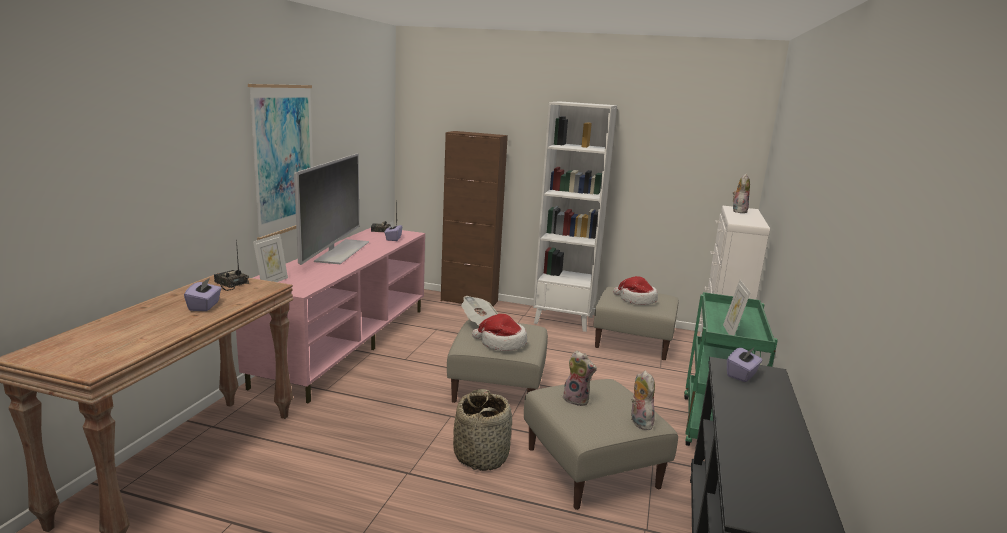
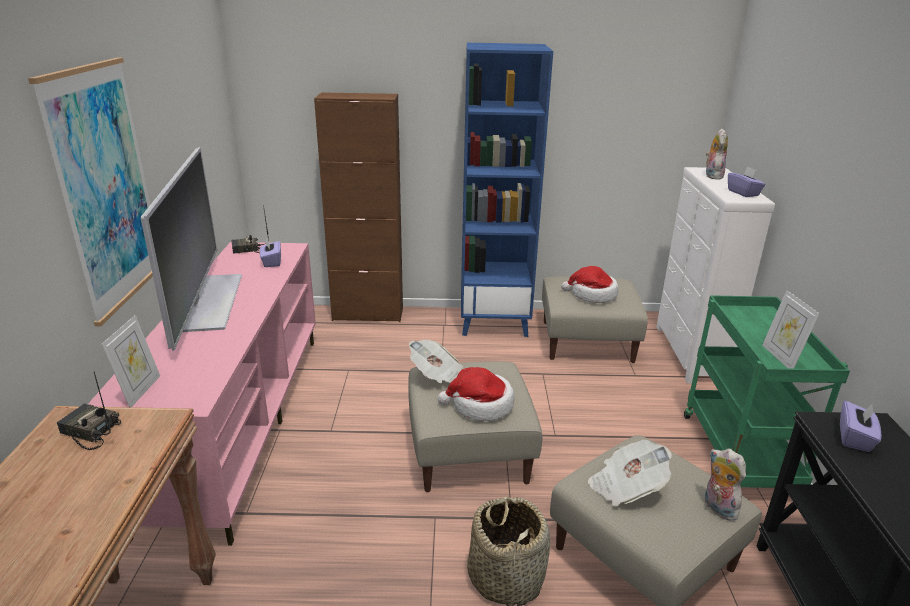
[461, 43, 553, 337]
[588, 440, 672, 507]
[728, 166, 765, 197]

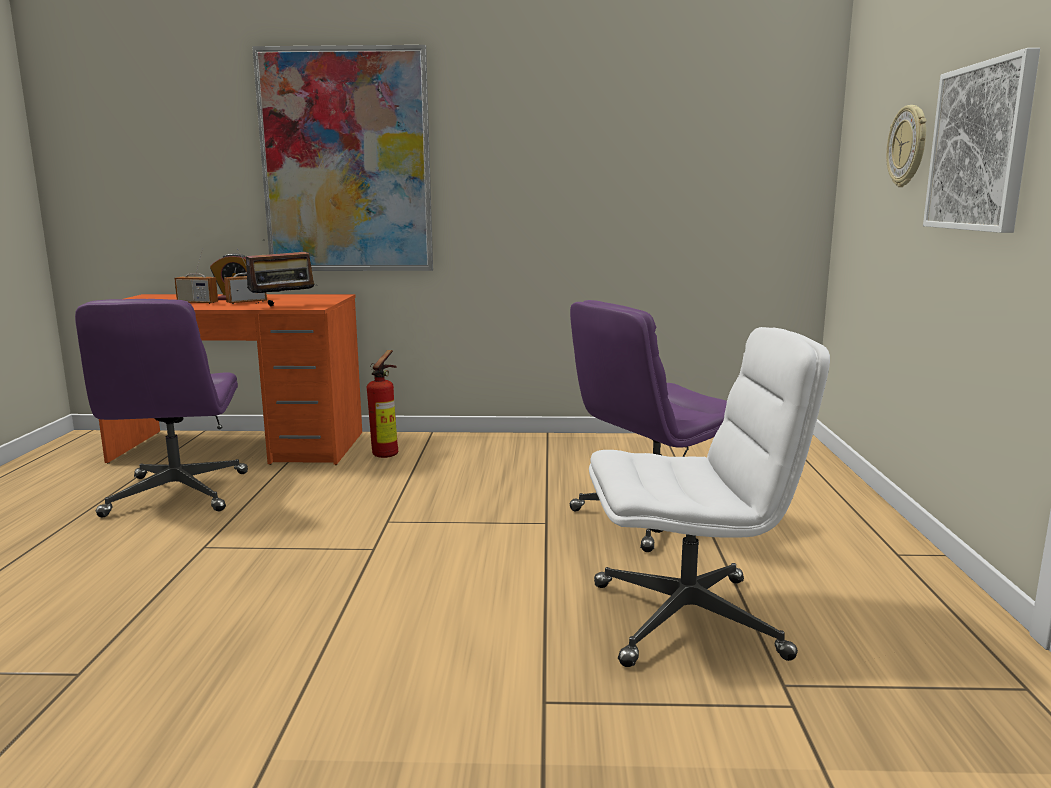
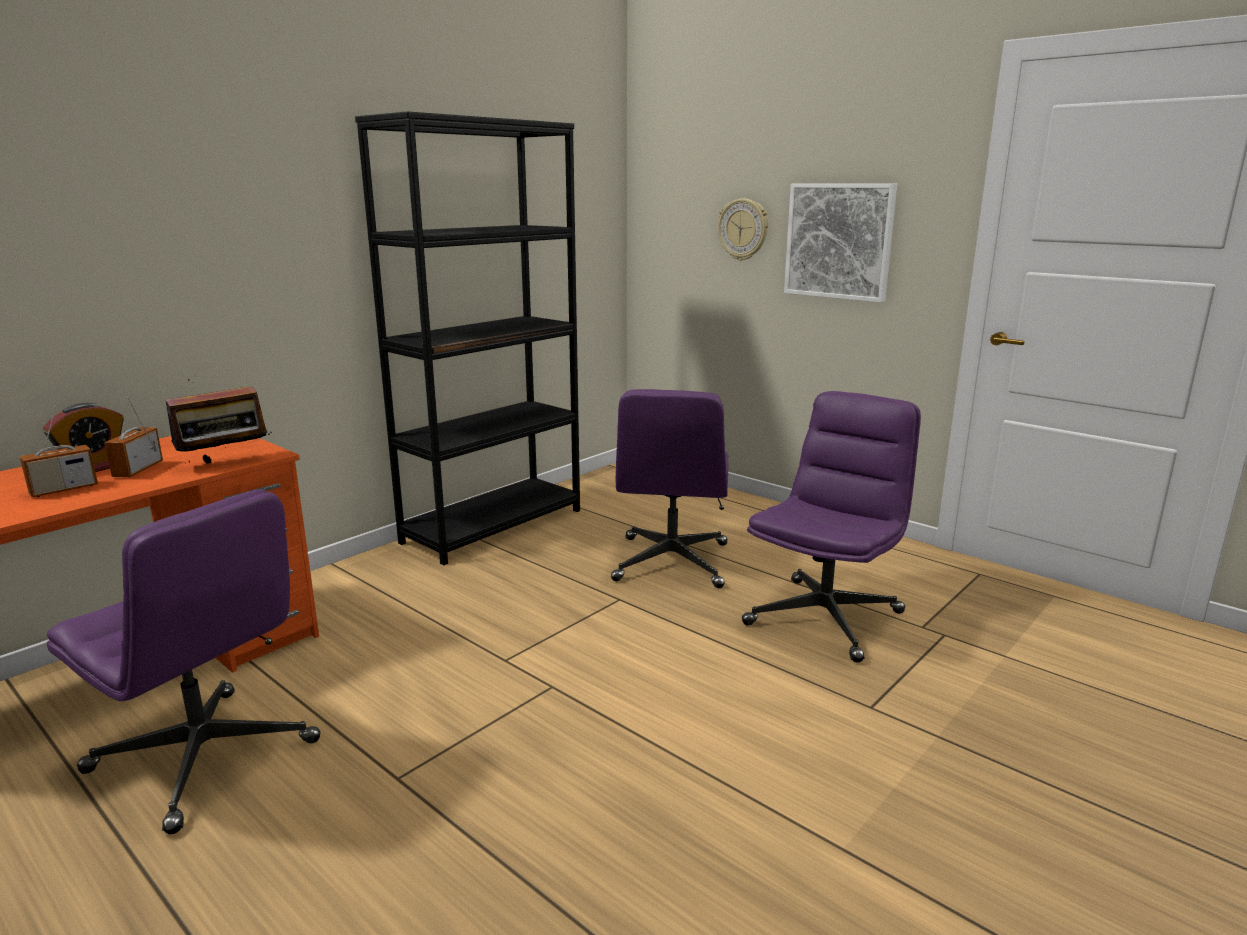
[158, 379, 272, 464]
[355, 111, 580, 565]
[742, 391, 921, 663]
[252, 45, 433, 271] (first image)
[367, 350, 398, 458] (first image)

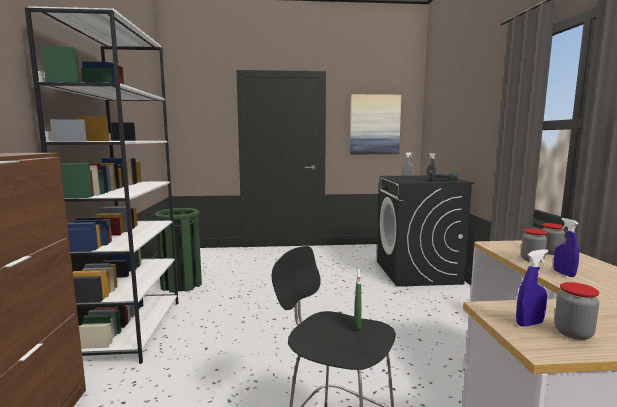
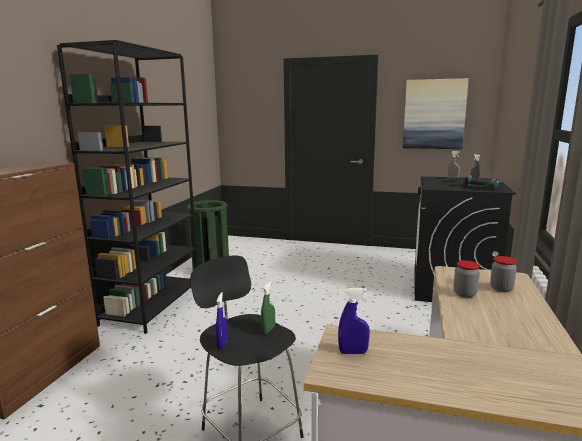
[57, 40, 198, 334]
[216, 292, 228, 349]
[554, 282, 599, 340] (first image)

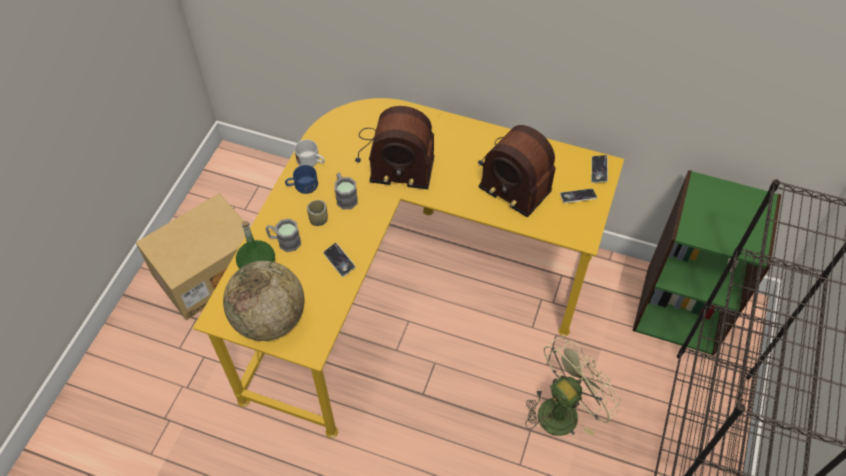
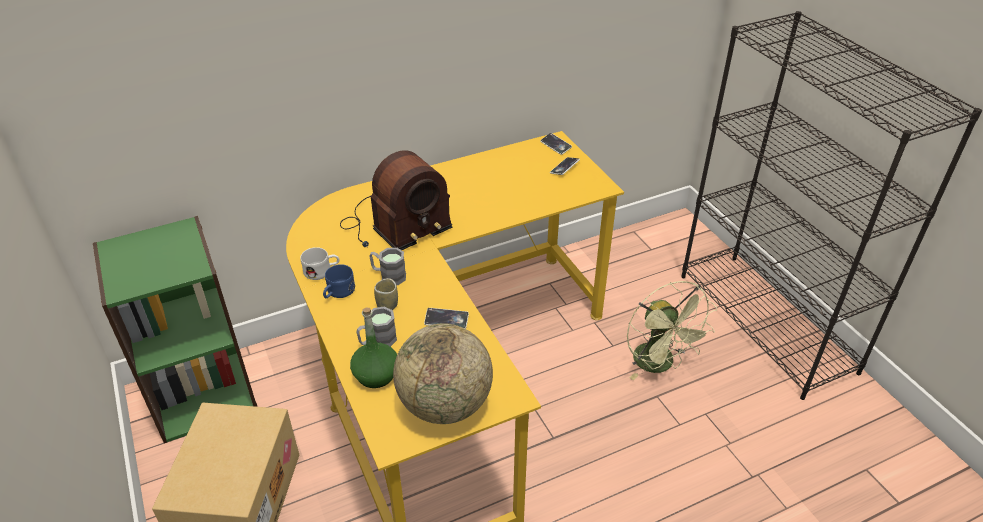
[93, 216, 257, 443]
[627, 281, 717, 380]
[478, 125, 556, 218] (first image)

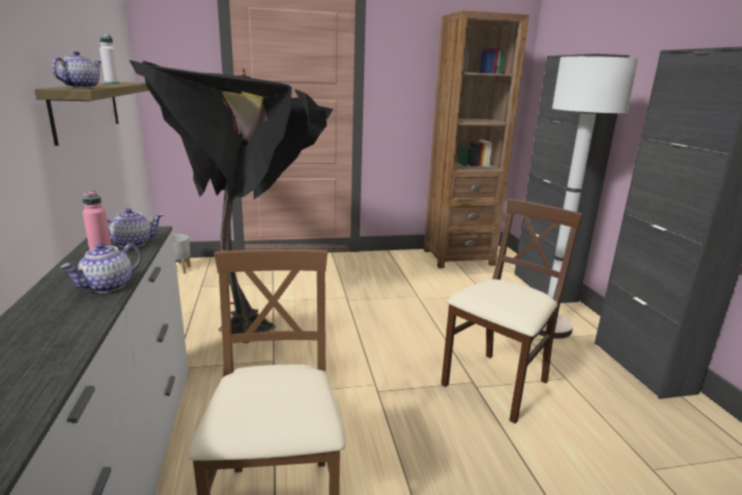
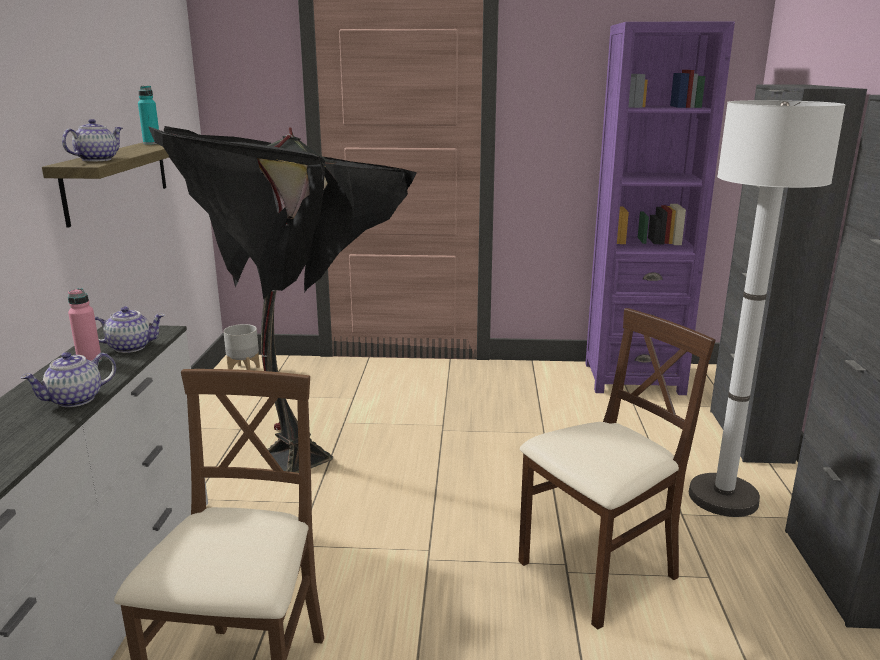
[138, 86, 159, 145]
[585, 21, 735, 395]

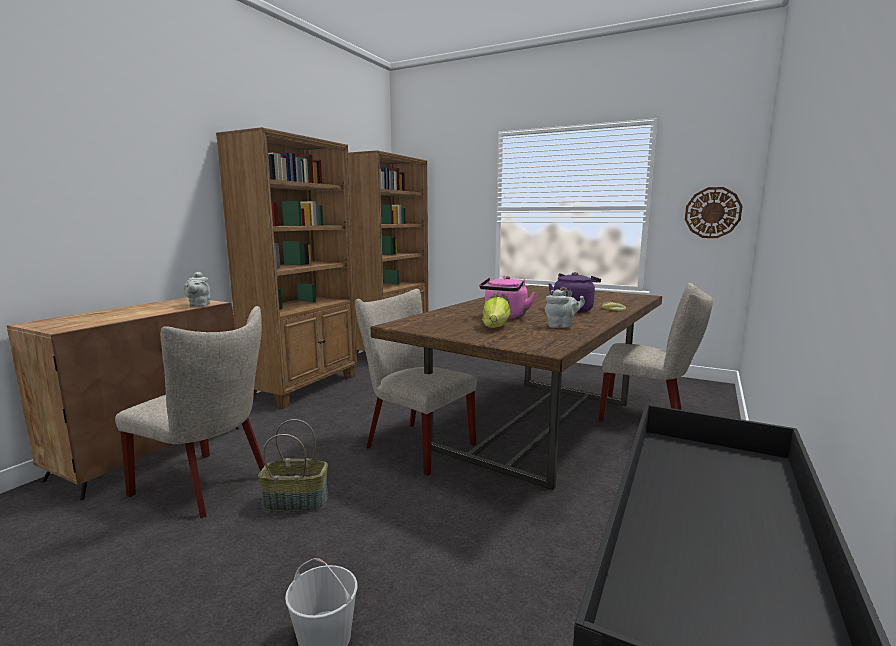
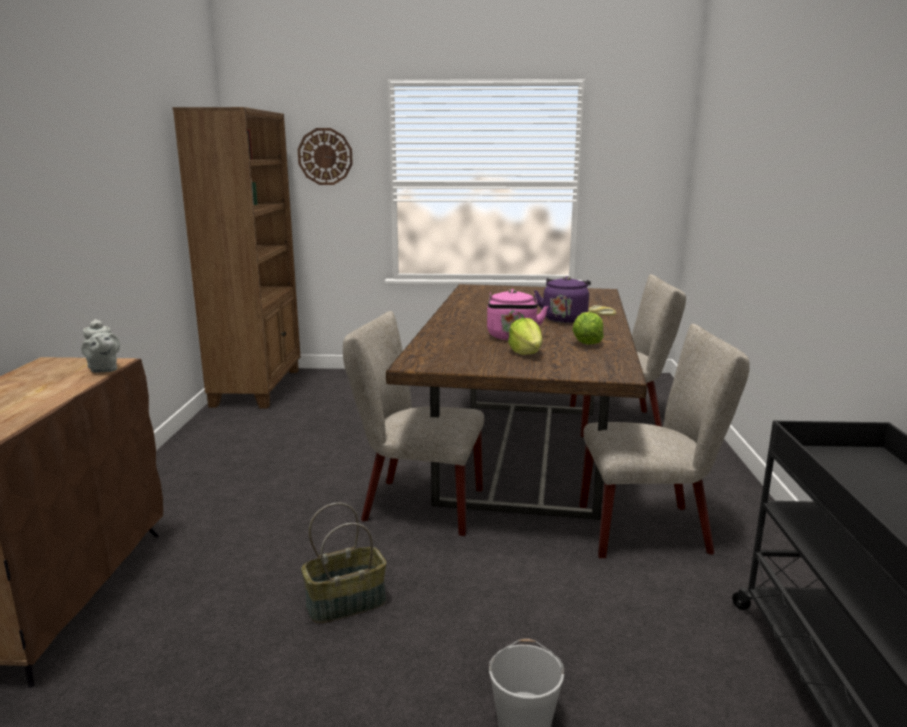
[298, 128, 353, 185]
[572, 312, 604, 345]
[579, 324, 750, 558]
[216, 127, 357, 409] (first image)

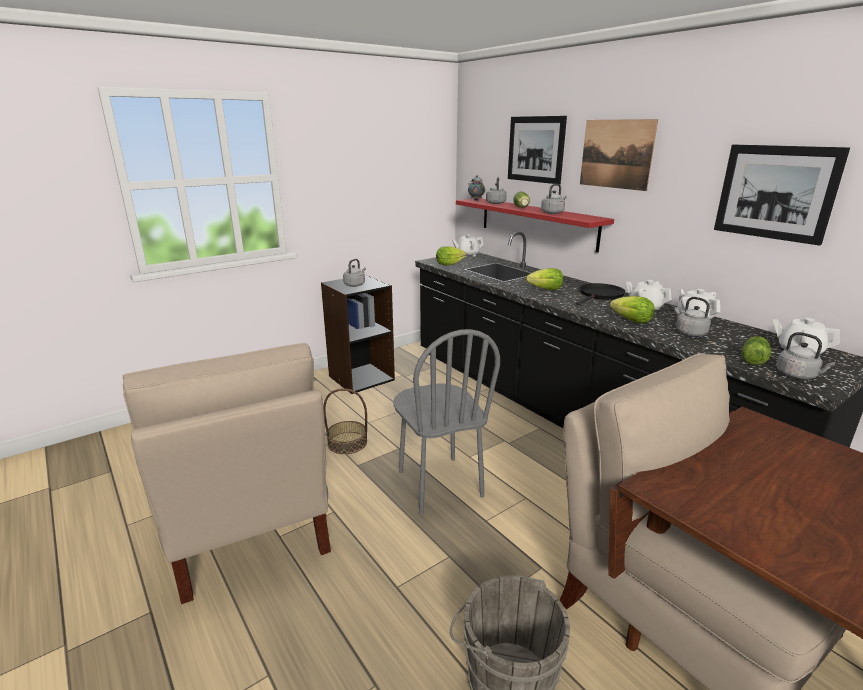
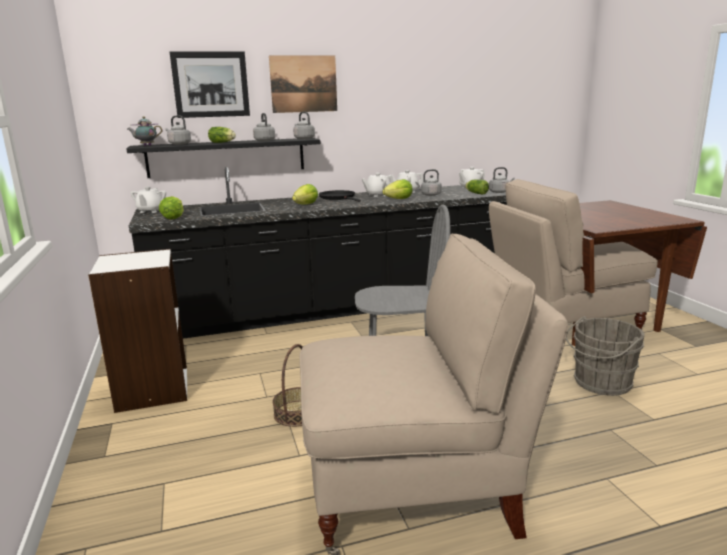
[88, 249, 187, 413]
[126, 138, 320, 178]
[293, 112, 315, 139]
[714, 145, 850, 246] (first image)

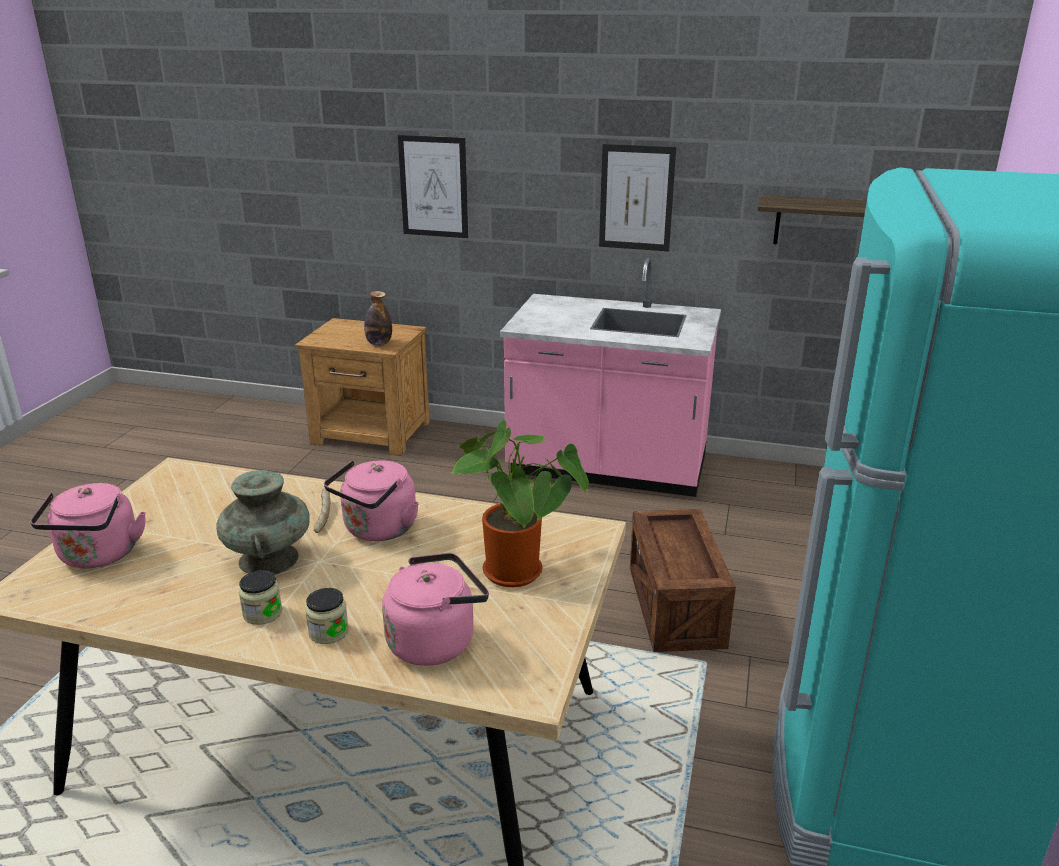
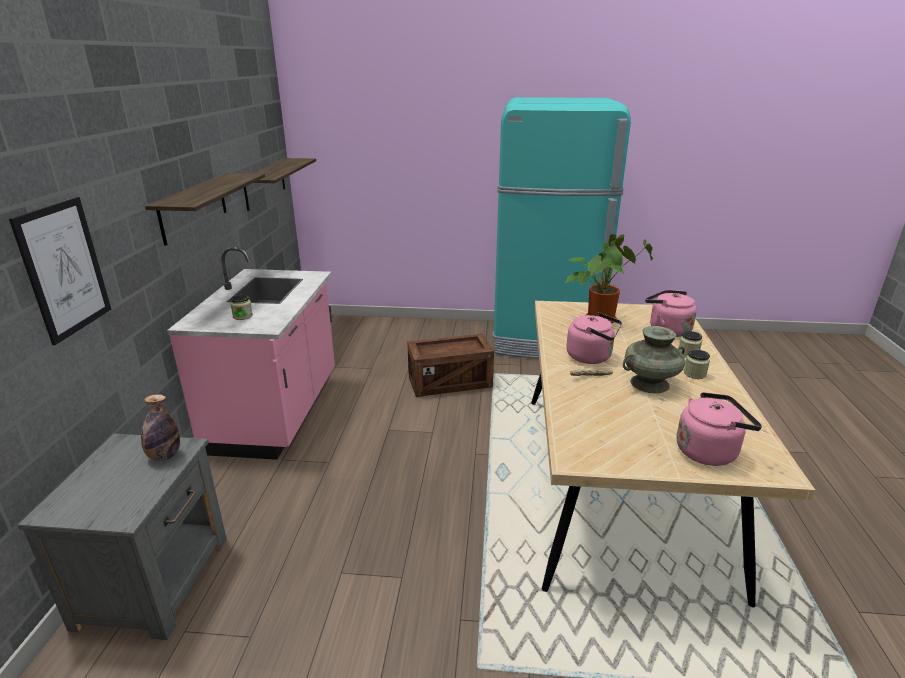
[18, 434, 227, 640]
[145, 173, 265, 246]
[230, 295, 253, 320]

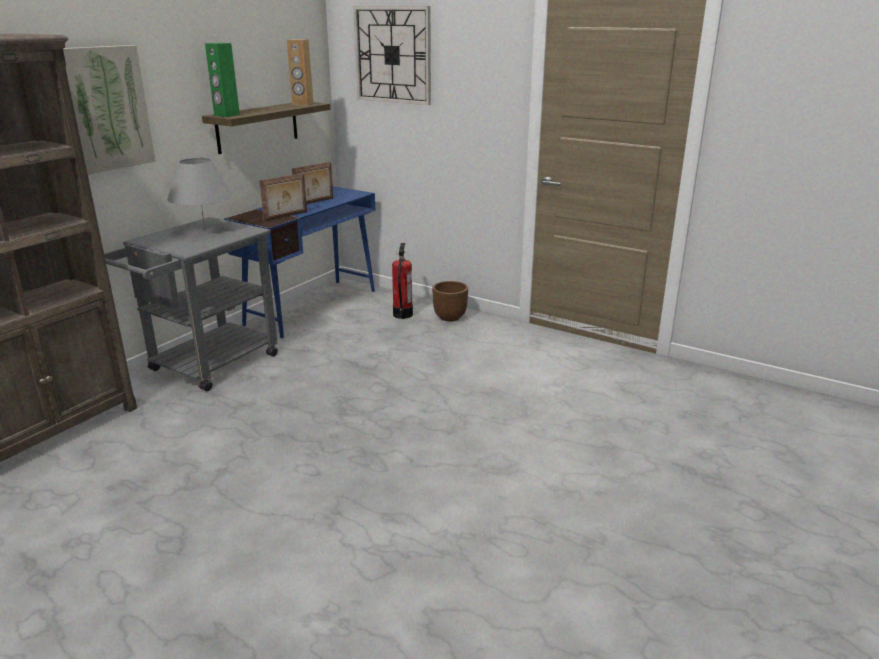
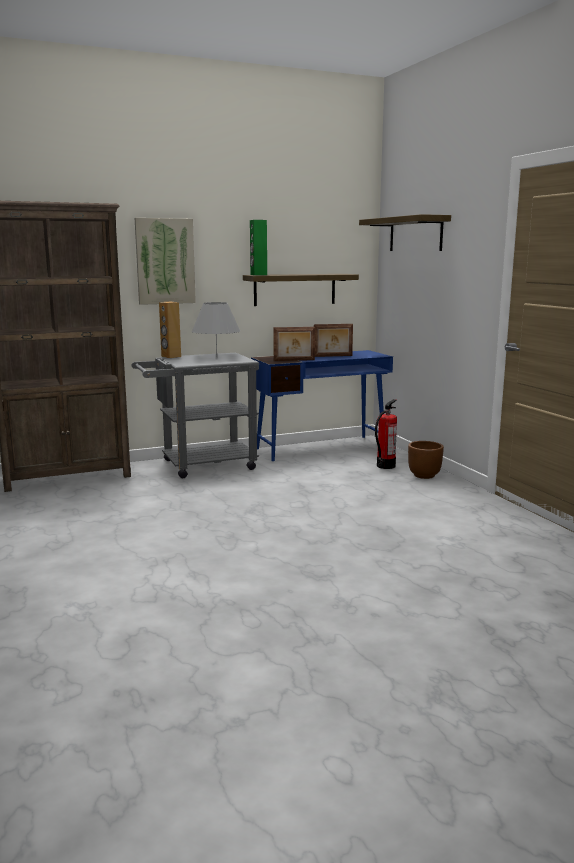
[159, 302, 181, 358]
[359, 214, 451, 251]

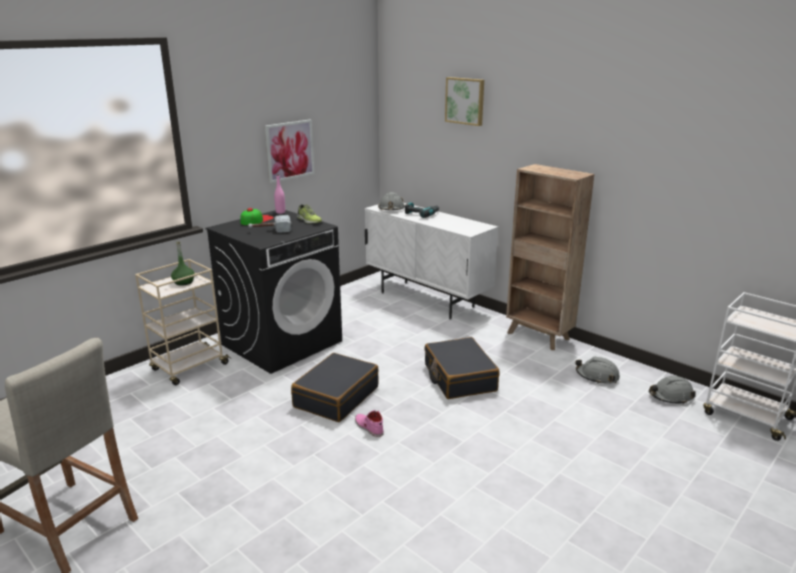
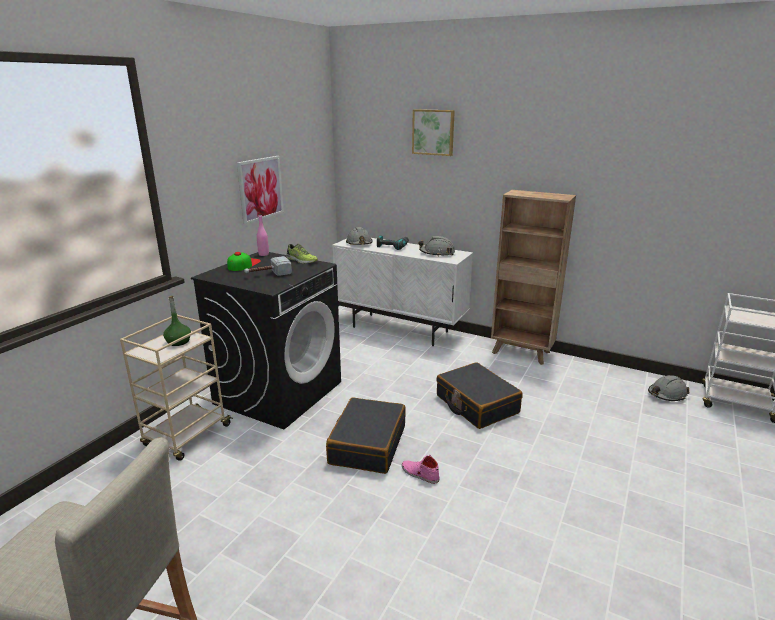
[419, 236, 455, 257]

